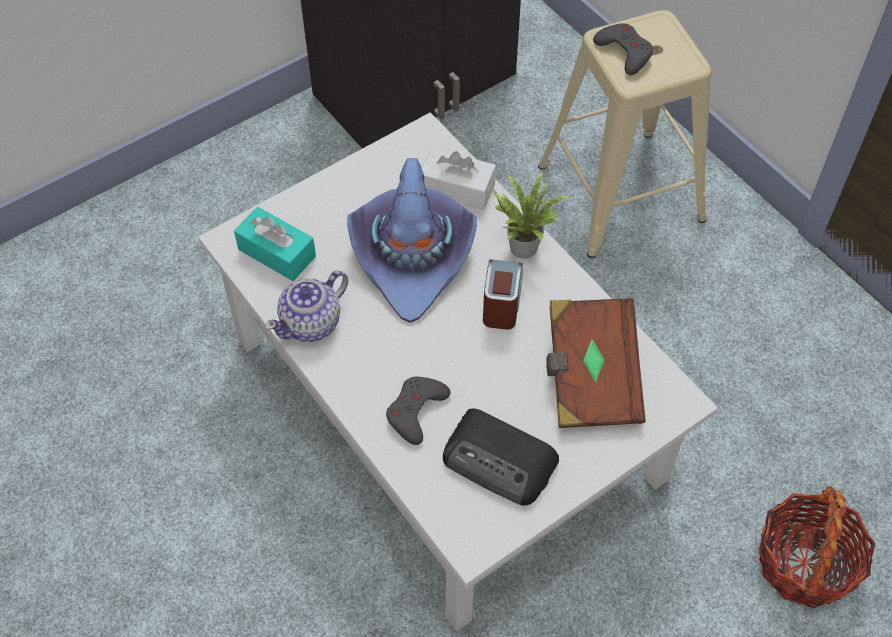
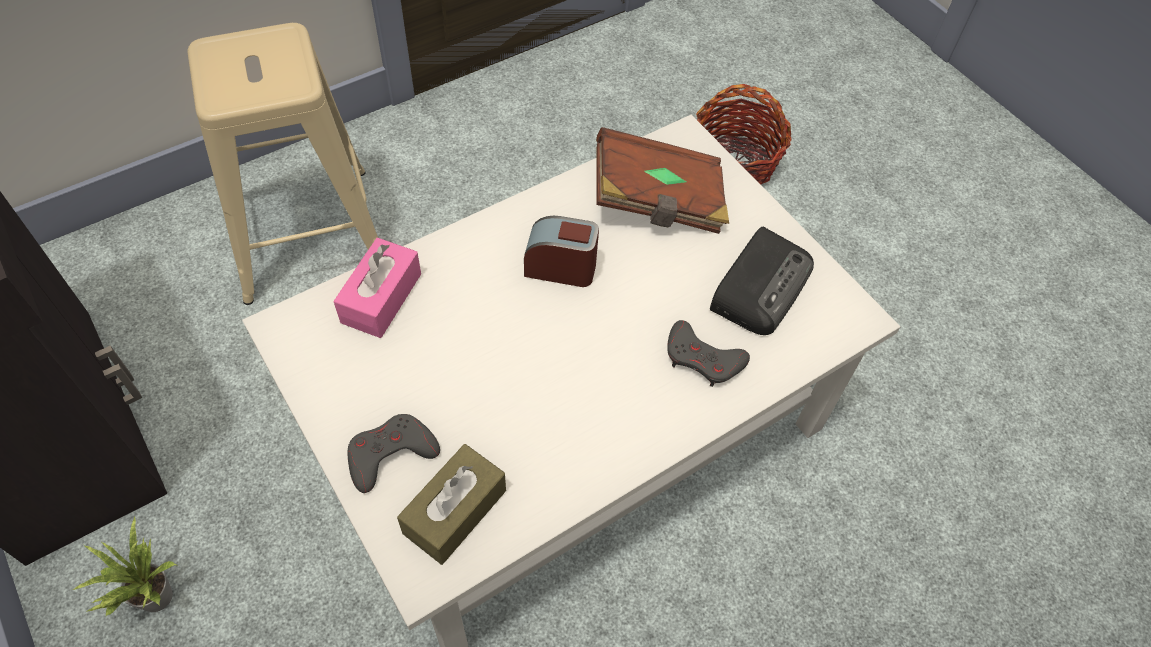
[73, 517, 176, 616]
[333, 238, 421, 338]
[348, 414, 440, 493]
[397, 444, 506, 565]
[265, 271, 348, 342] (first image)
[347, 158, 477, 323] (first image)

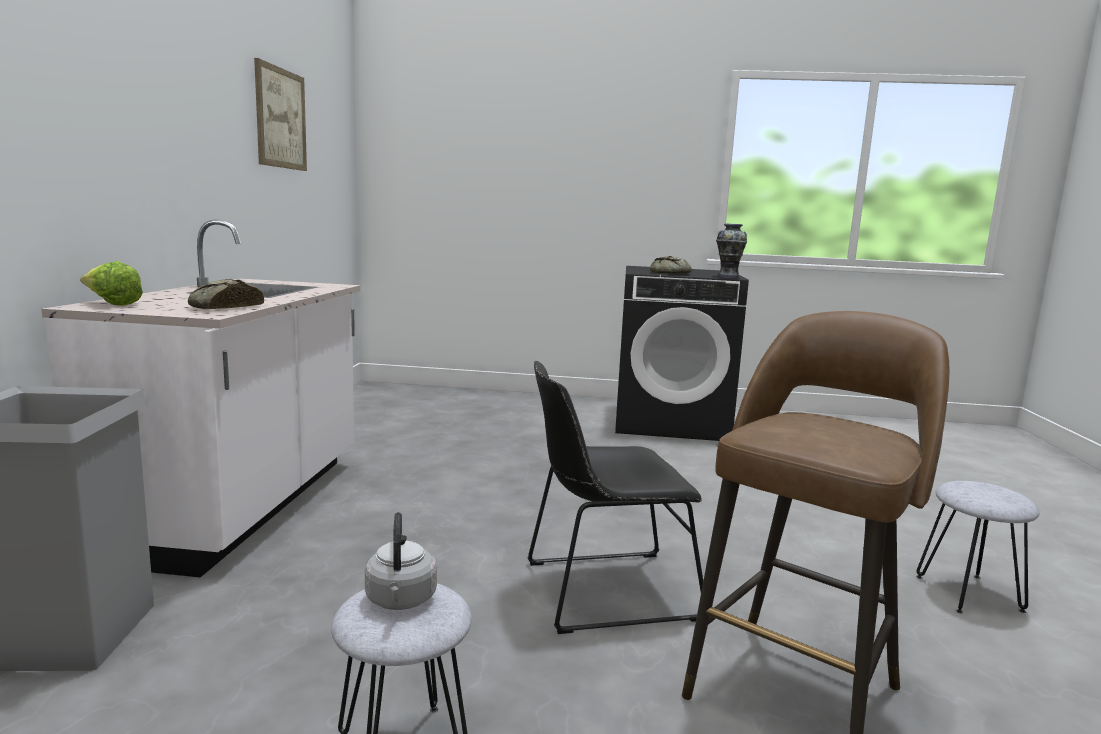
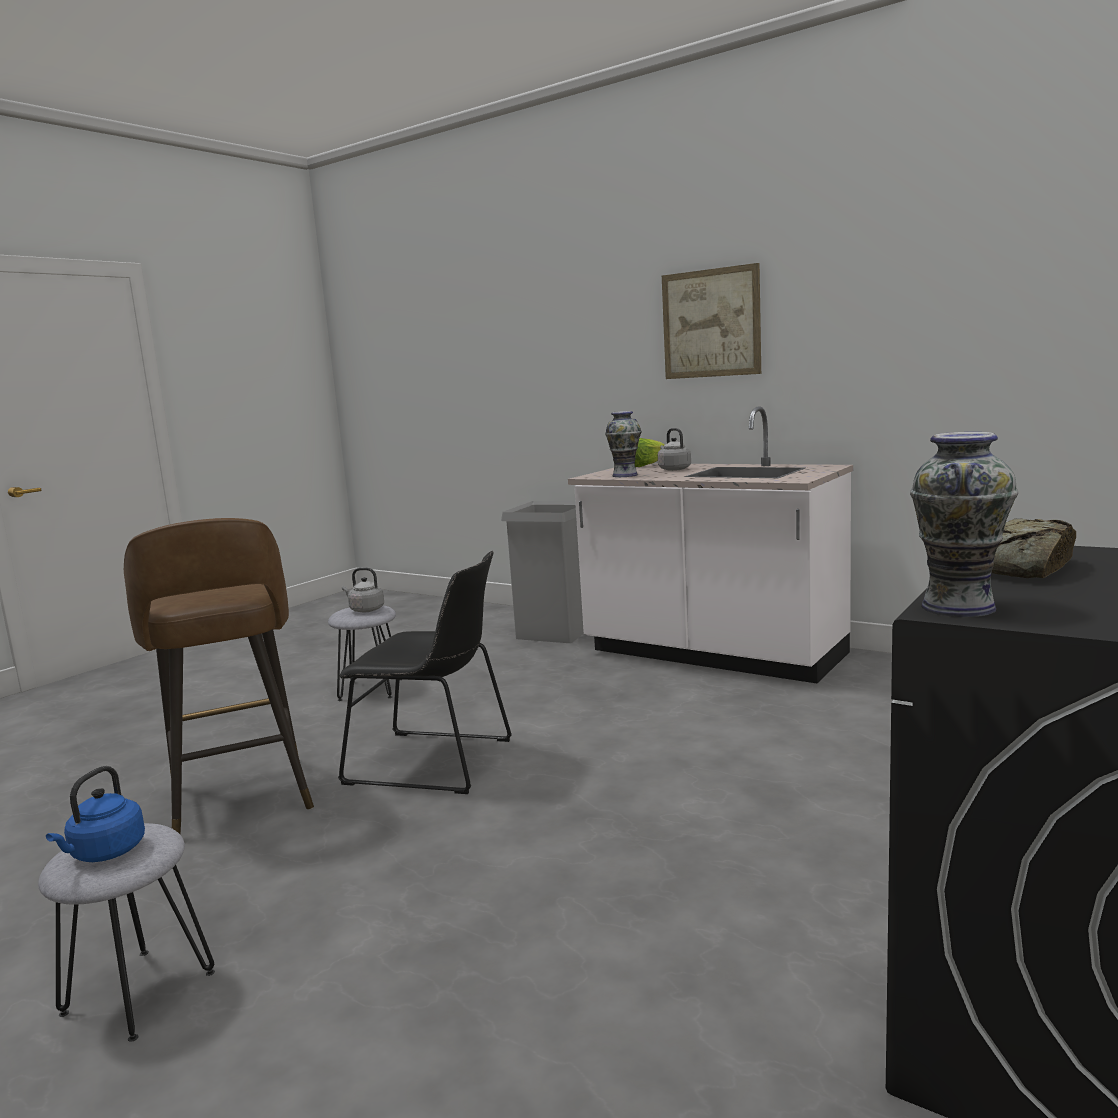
[46, 766, 145, 862]
[338, 551, 512, 794]
[605, 411, 642, 477]
[658, 428, 691, 471]
[662, 263, 761, 379]

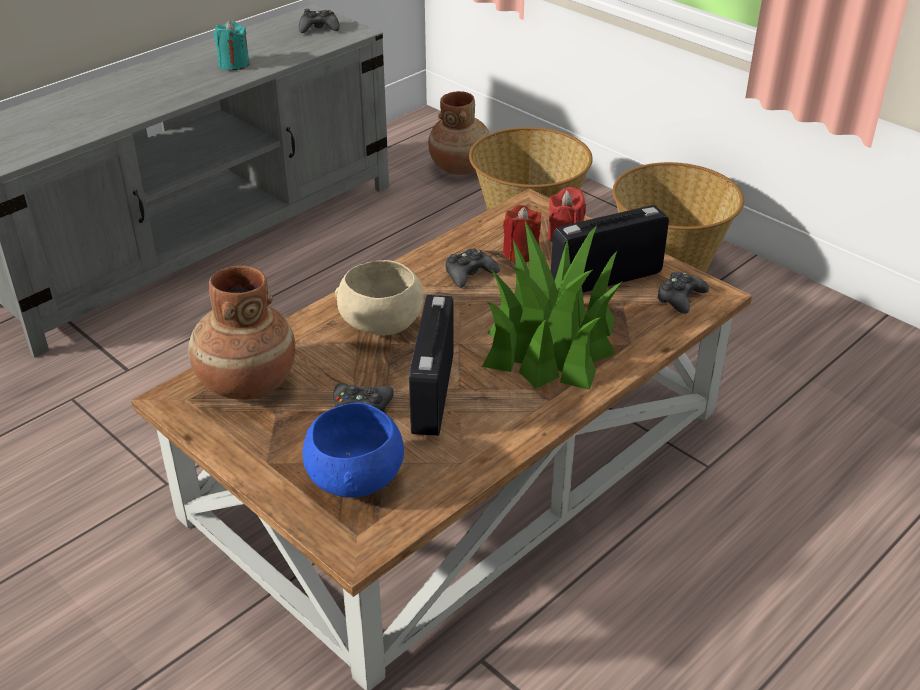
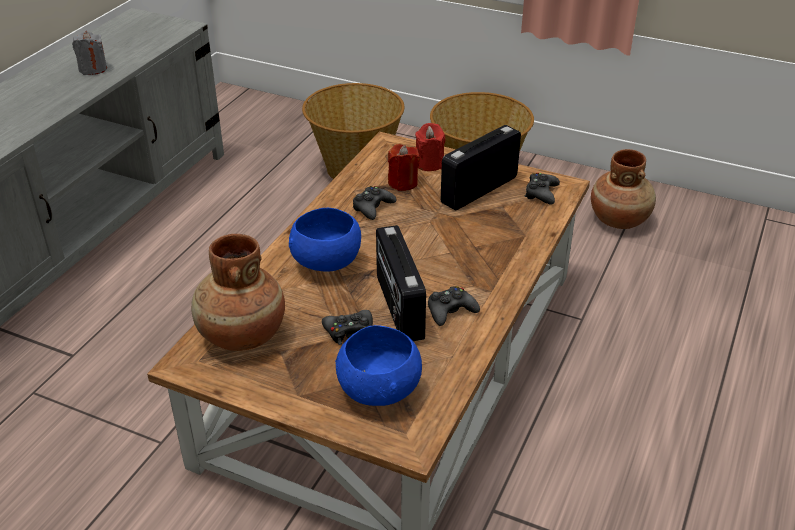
[72, 31, 107, 75]
[289, 208, 361, 271]
[428, 286, 480, 326]
[591, 149, 656, 229]
[482, 221, 623, 390] (first image)

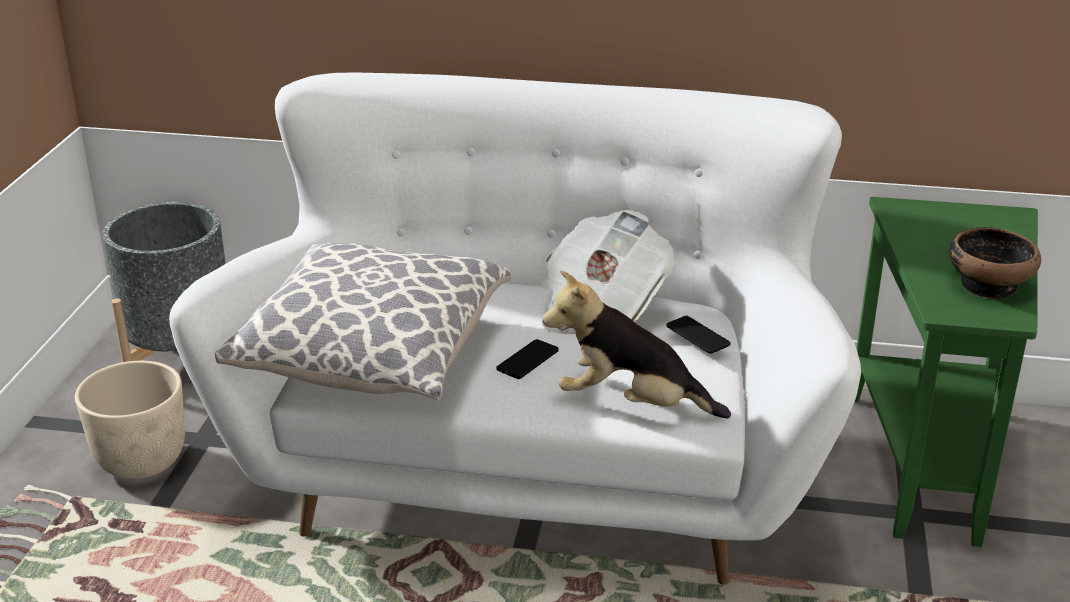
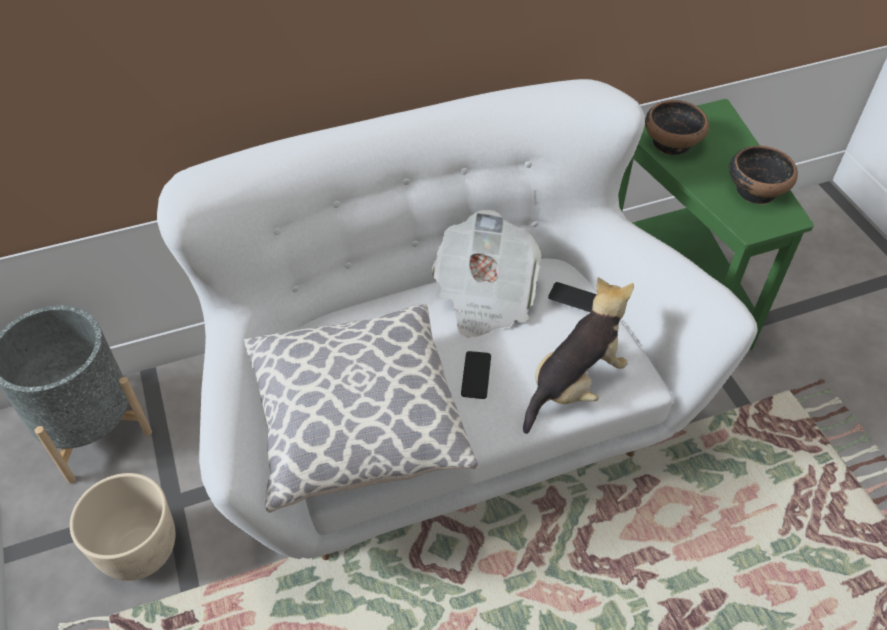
[523, 277, 634, 434]
[645, 100, 709, 155]

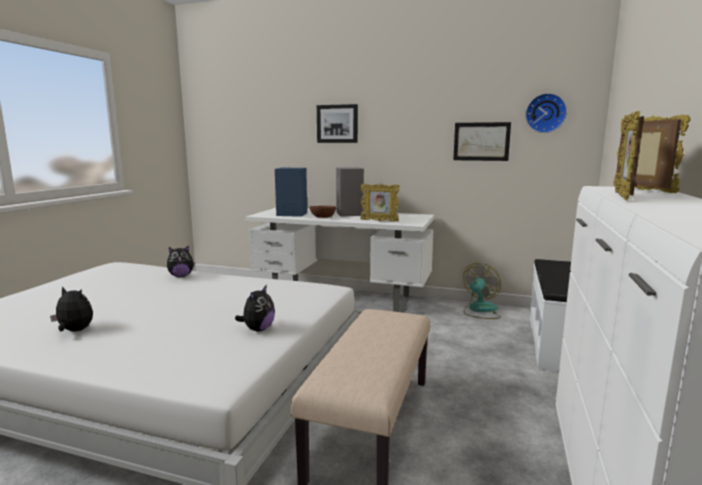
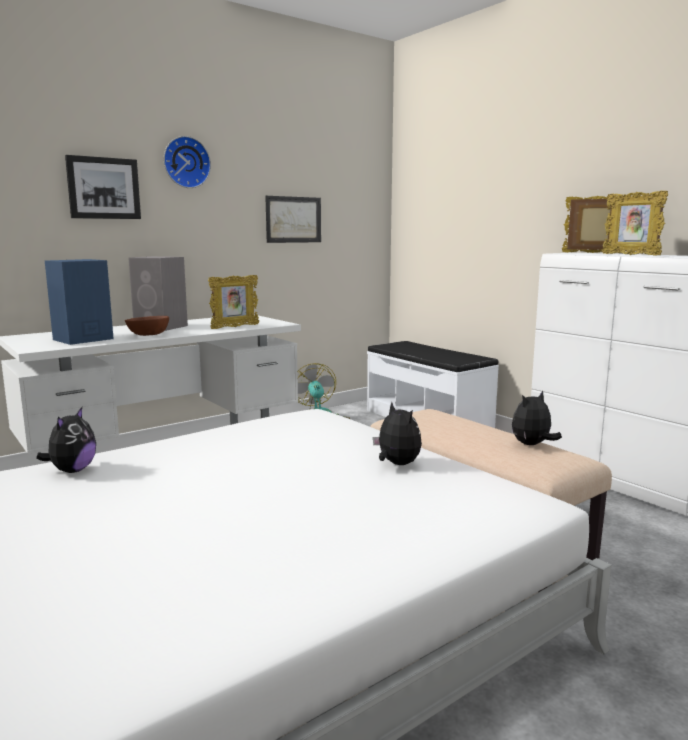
[164, 136, 211, 188]
[512, 390, 562, 445]

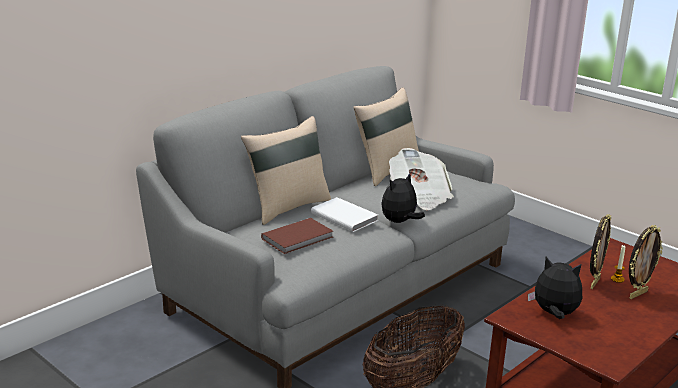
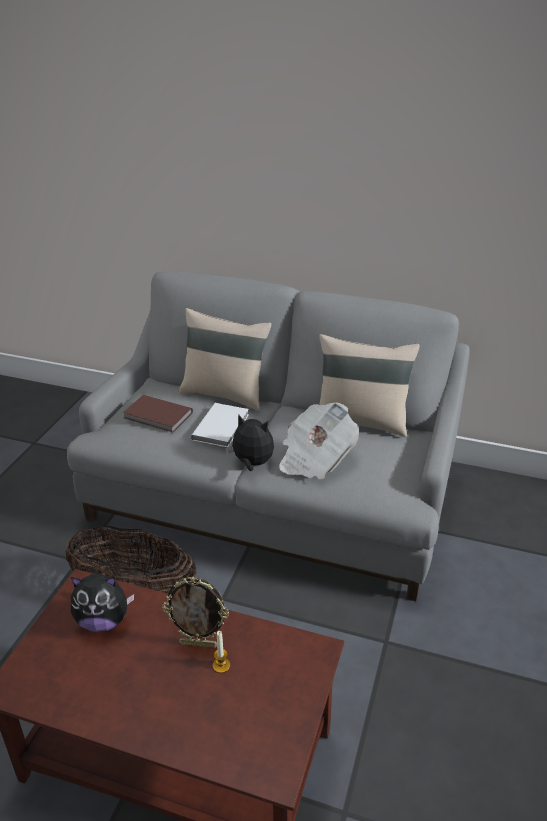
[71, 574, 134, 632]
[629, 225, 663, 299] (first image)

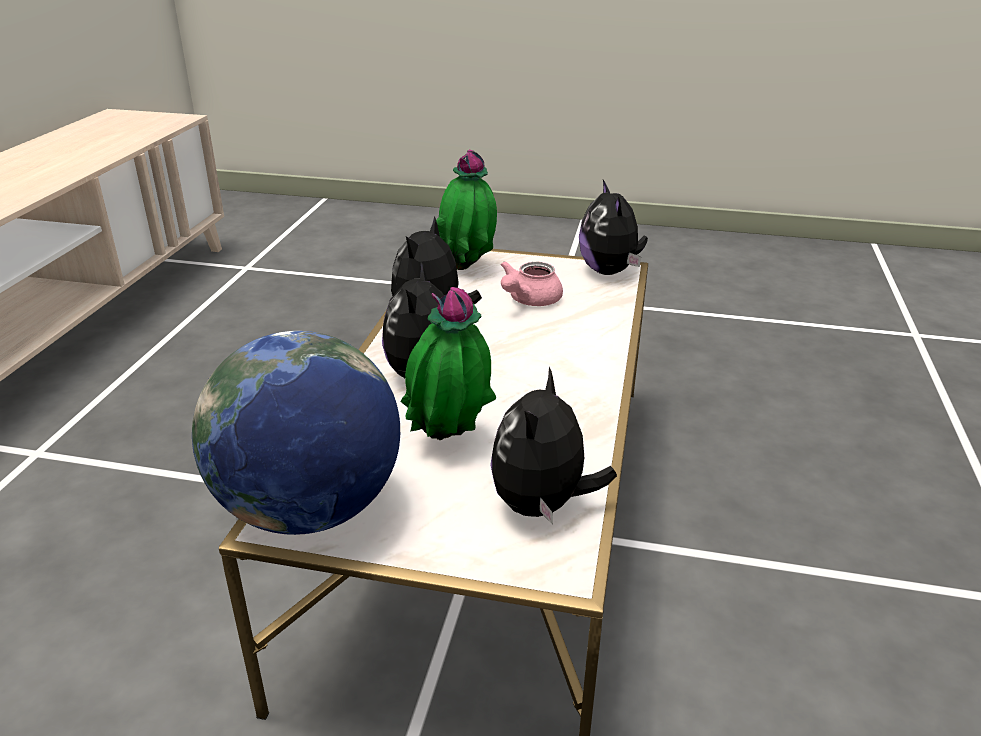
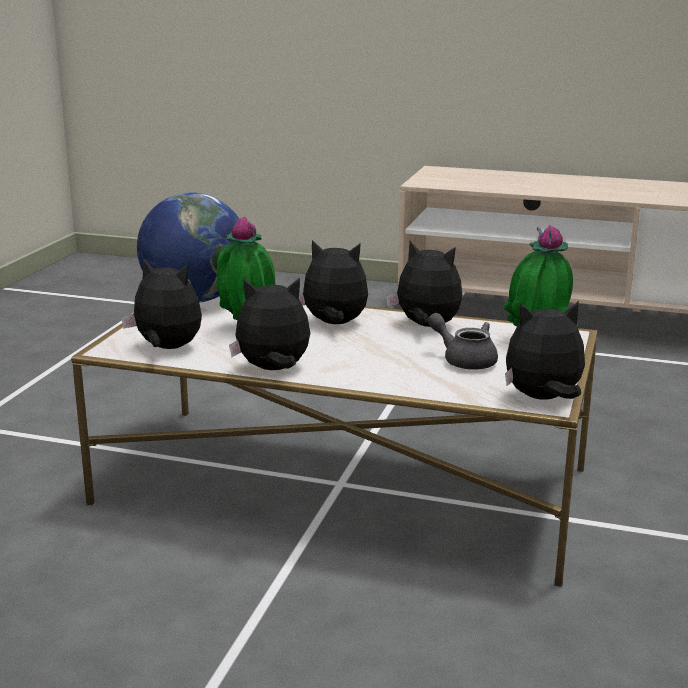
[229, 277, 310, 370]
[427, 313, 498, 370]

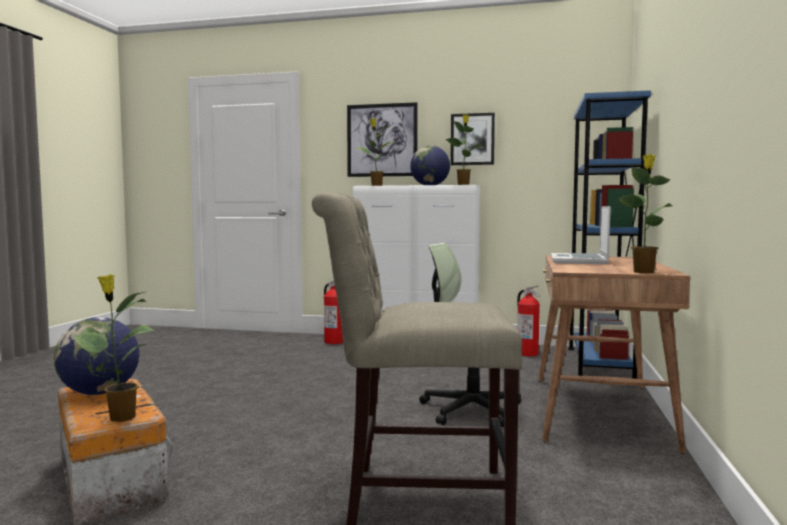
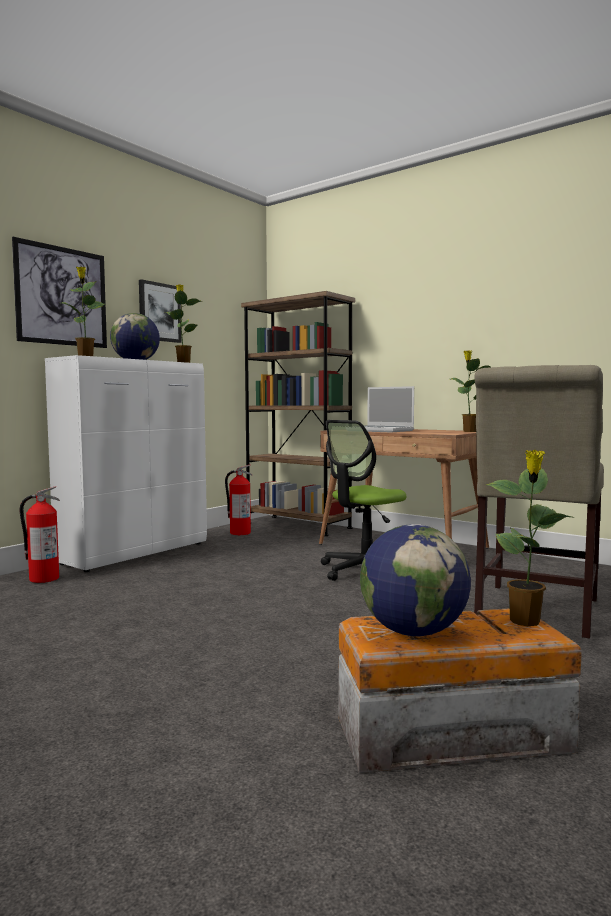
[241, 291, 355, 536]

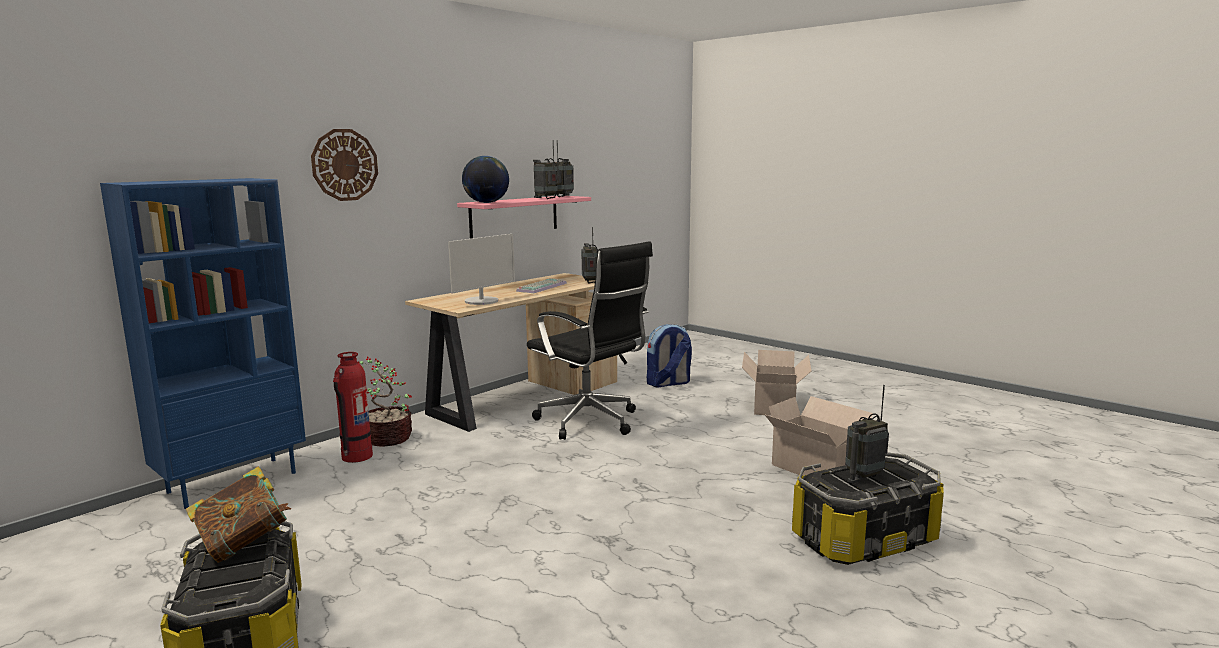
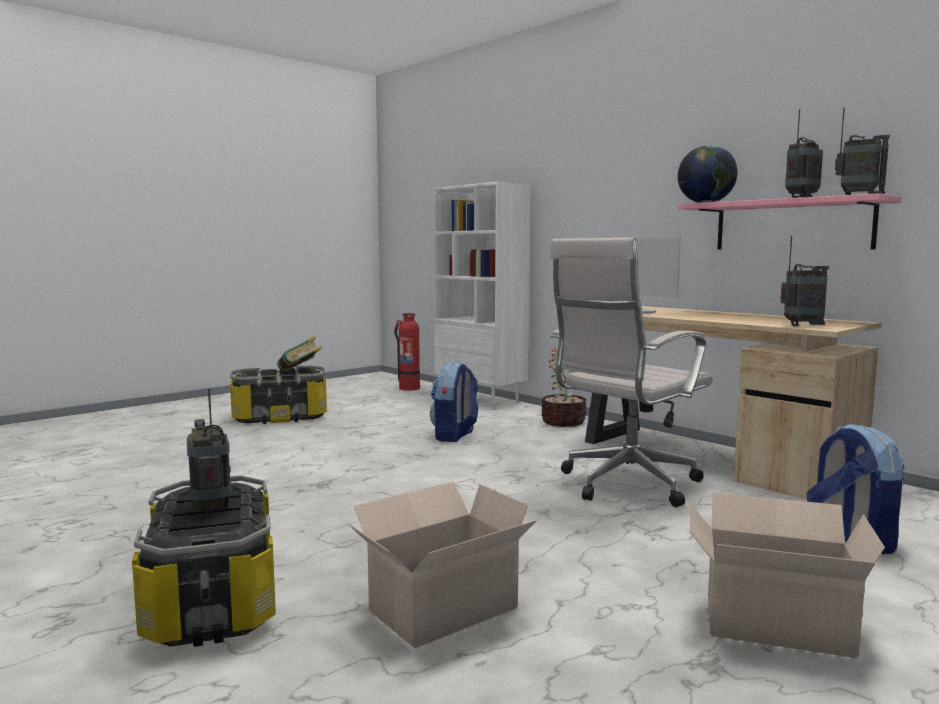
[394, 313, 420, 391]
[430, 362, 479, 442]
[433, 182, 530, 408]
[550, 238, 713, 507]
[311, 129, 378, 201] (first image)
[516, 278, 567, 293] (first image)

